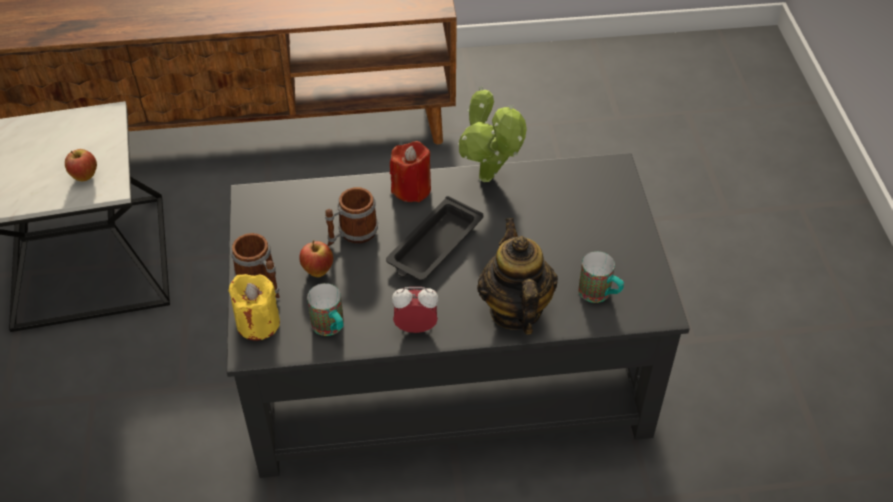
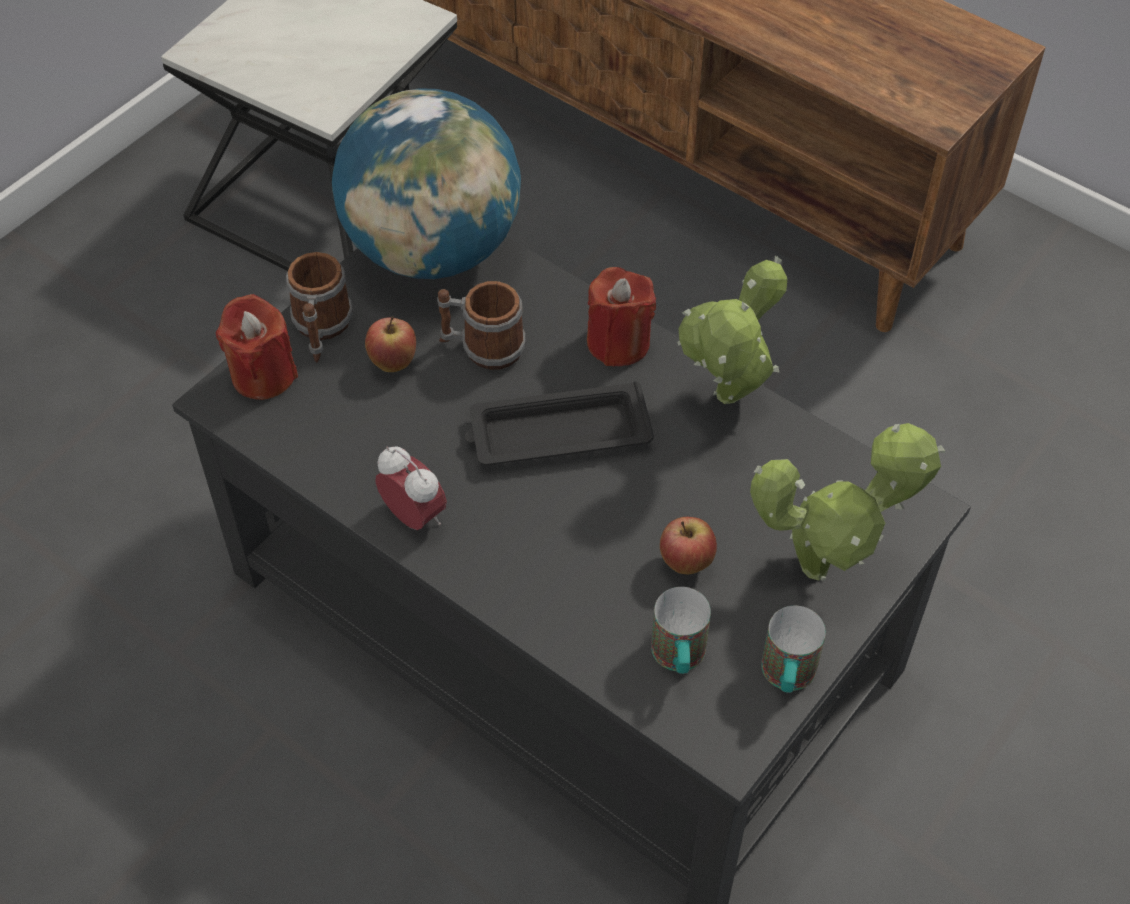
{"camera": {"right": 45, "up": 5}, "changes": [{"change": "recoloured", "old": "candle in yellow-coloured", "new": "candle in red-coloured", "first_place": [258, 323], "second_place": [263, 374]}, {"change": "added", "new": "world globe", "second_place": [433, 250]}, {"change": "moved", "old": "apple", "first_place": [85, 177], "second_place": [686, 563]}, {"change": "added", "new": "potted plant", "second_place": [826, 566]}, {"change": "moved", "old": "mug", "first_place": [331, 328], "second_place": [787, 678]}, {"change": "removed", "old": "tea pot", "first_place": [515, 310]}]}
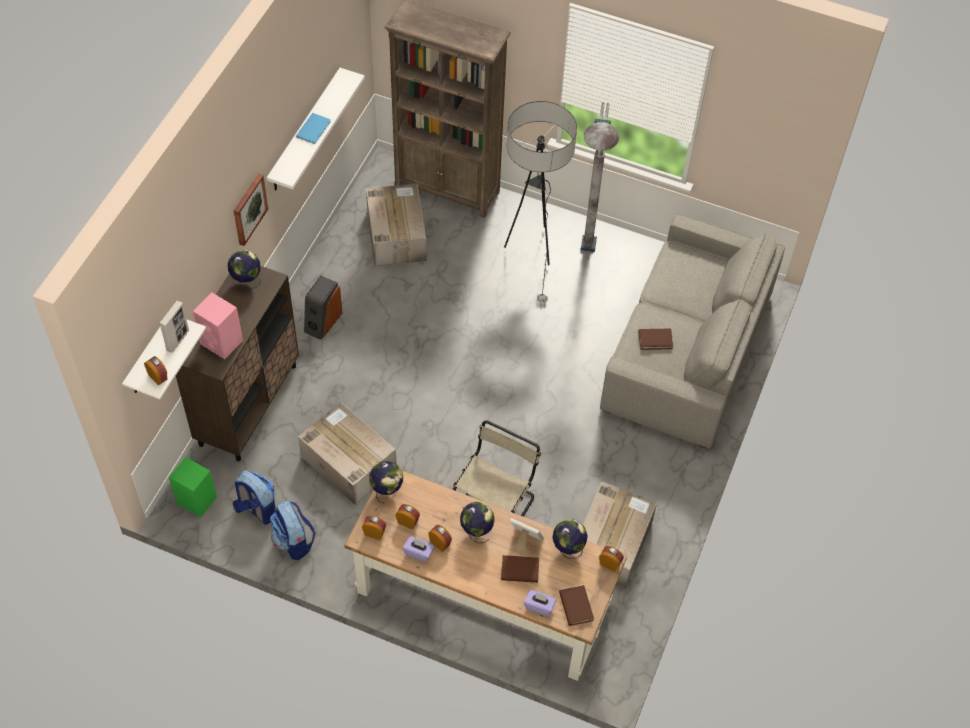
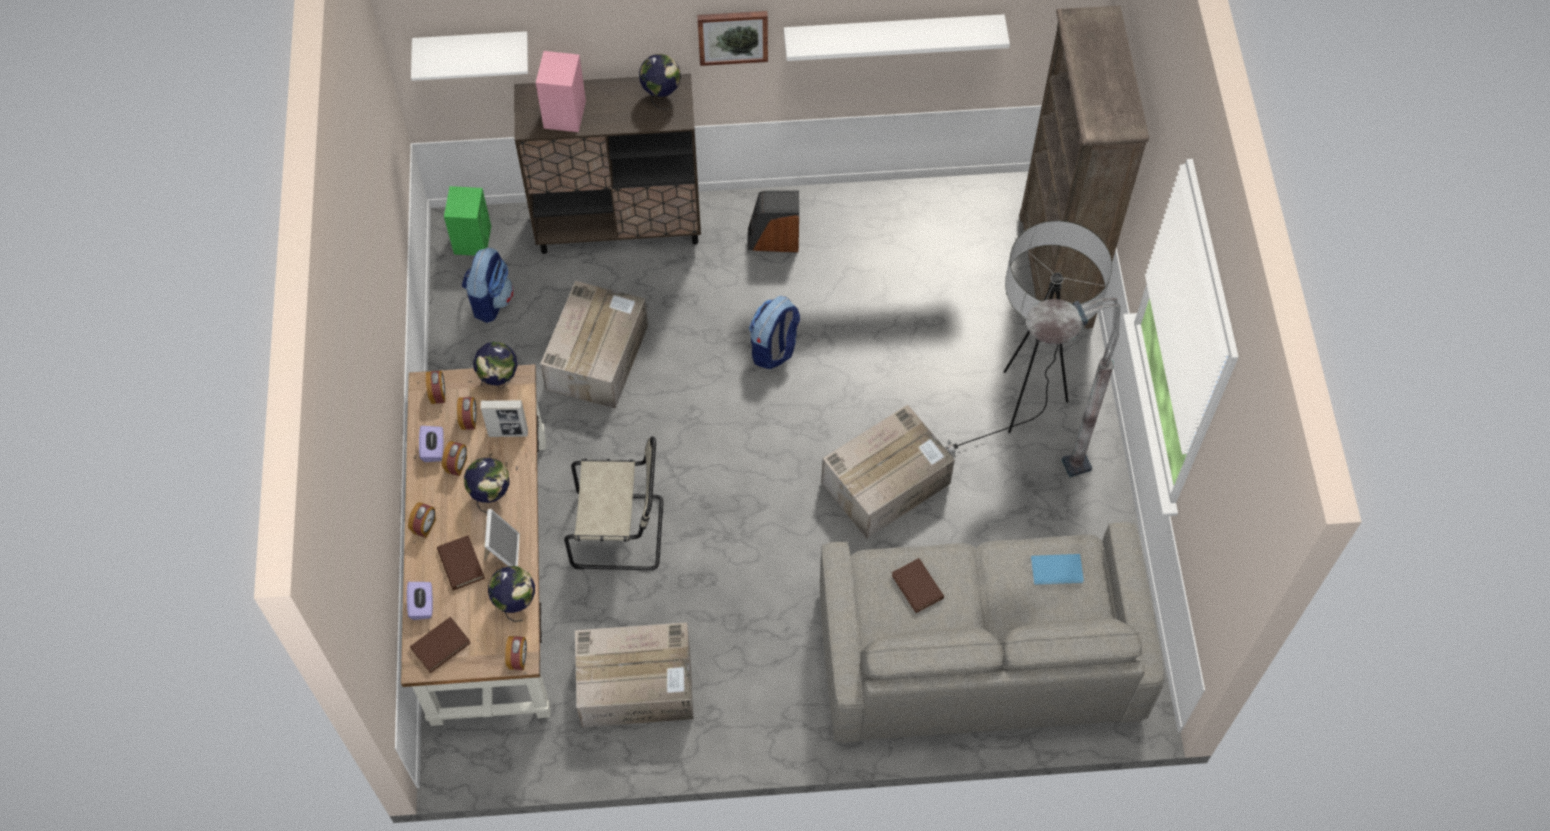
{"camera": {"right": 65, "up": 5}, "changes": [{"change": "moved", "old": "bedside clock", "first_place": [158, 376], "second_place": [425, 526]}, {"change": "moved", "old": "picture frame", "first_place": [178, 340], "second_place": [508, 433]}, {"change": "moved", "old": "rucksack", "first_place": [294, 541], "second_place": [774, 349]}, {"change": "moved", "old": "packing box", "first_place": [396, 235], "second_place": [887, 482]}, {"change": "moved", "old": "bound book in bluish", "first_place": [314, 128], "second_place": [1058, 571]}]}
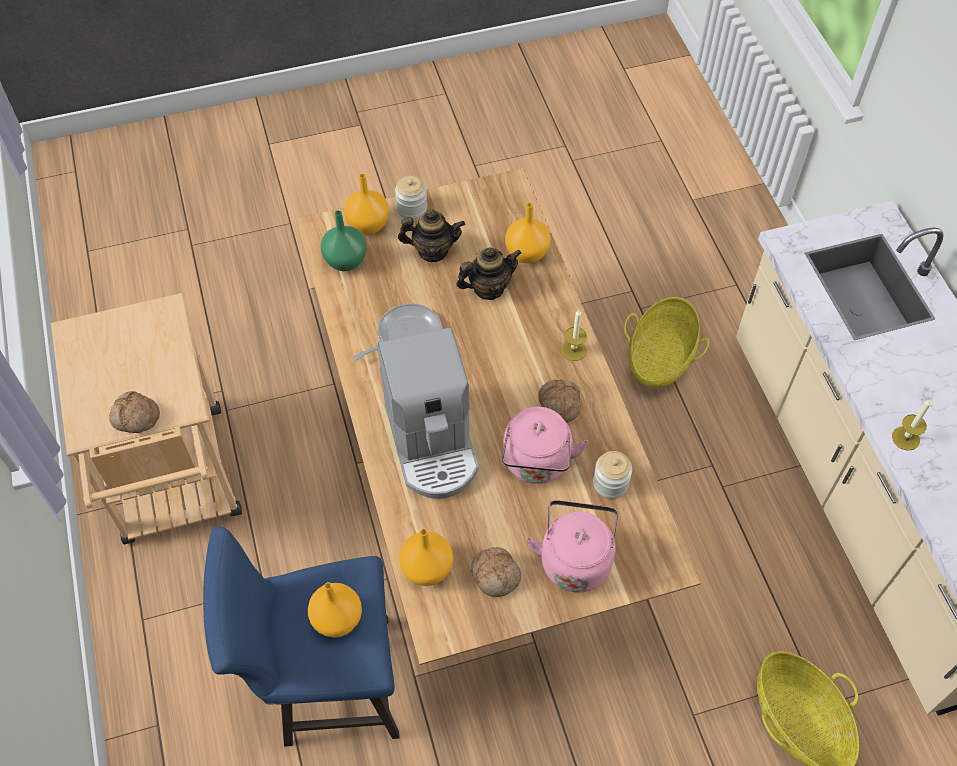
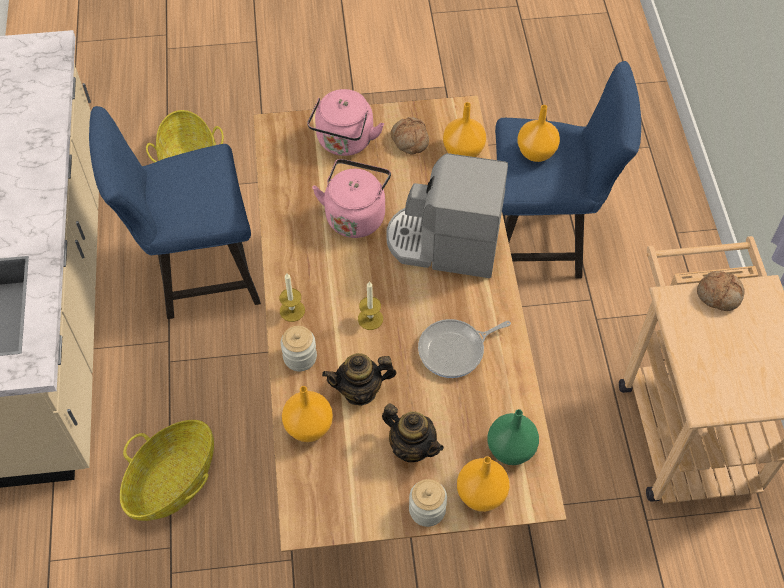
{"camera": {"right": -170, "up": 0}, "changes": [{"change": "added", "new": "stool in bluish", "second_place": [196, 274]}, {"change": "moved", "old": "jar", "first_place": [610, 483], "second_place": [300, 357]}, {"change": "moved", "old": "candle", "first_place": [905, 438], "second_place": [370, 319]}, {"change": "turned", "old": "tea pot", "first_place": [432, 251], "second_place": [412, 447], "degrees": -150}, {"change": "turned", "old": "coffee machine", "first_place": [432, 443], "second_place": [444, 244], "degrees": -75}, {"change": "removed", "old": "baked bread", "first_place": [558, 404]}]}
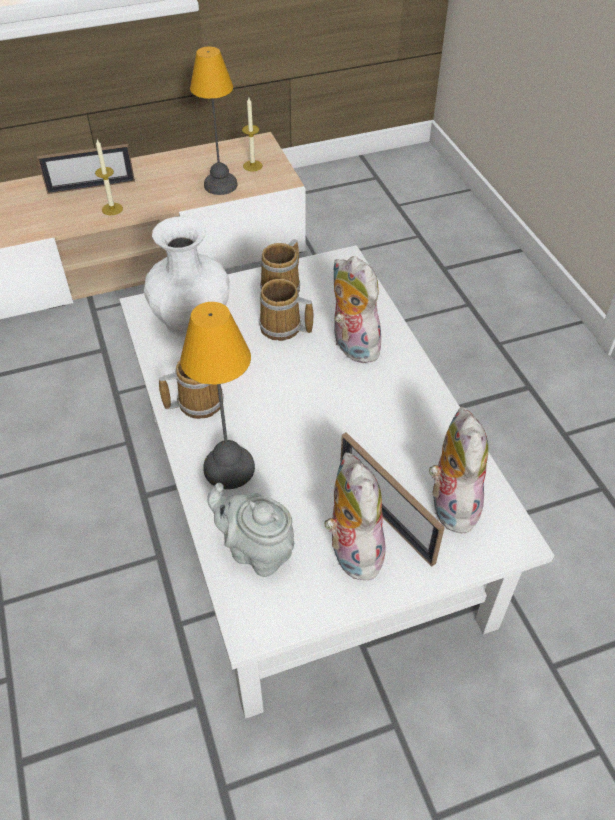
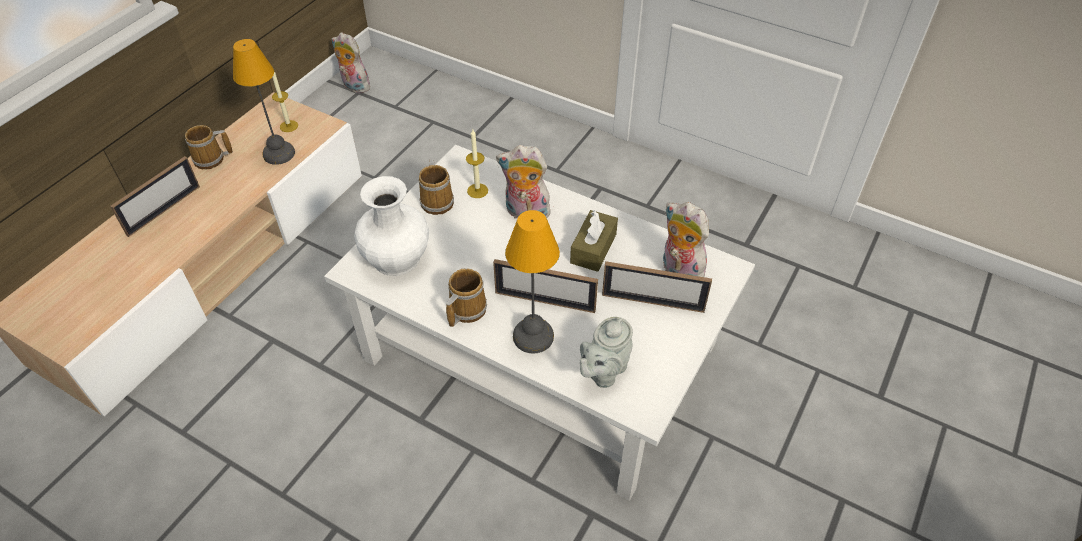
{"camera": {"right": -40, "up": 0}, "changes": [{"change": "moved", "old": "mug", "first_place": [283, 328], "second_place": [211, 160]}, {"change": "moved", "old": "soft toy", "first_place": [351, 550], "second_place": [354, 86]}, {"change": "moved", "old": "candle", "first_place": [112, 209], "second_place": [477, 191]}, {"change": "added", "new": "picture frame", "second_place": [545, 301]}, {"change": "added", "new": "box of tissues in brown-coloured", "second_place": [593, 248]}, {"change": "turned", "old": "tea pot in gray", "first_place": [256, 550], "second_place": [603, 371], "degrees": -45}]}
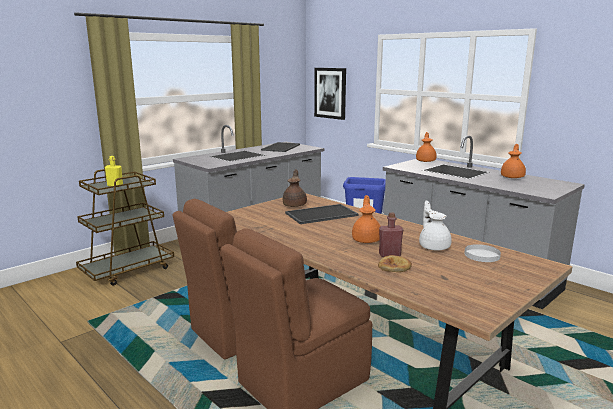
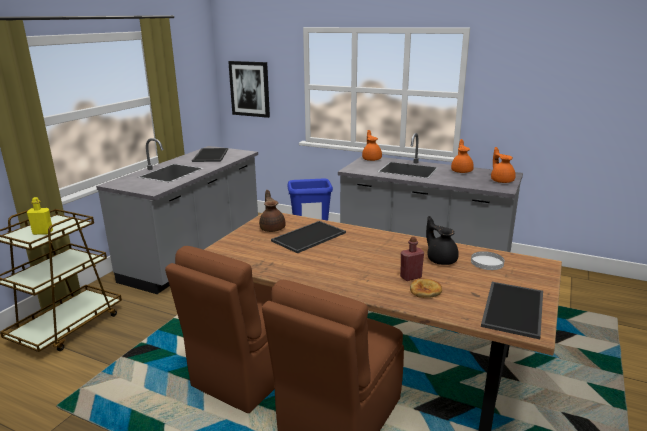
{"camera": {"right": -20, "up": 5}, "changes": [{"change": "recoloured", "old": "tea pot in white-coloured", "new": "tea pot in black", "first_place": [434, 246], "second_place": [441, 259]}, {"change": "added", "new": "tray", "second_place": [511, 308]}, {"change": "moved", "old": "tea pot in orangey", "first_place": [367, 239], "second_place": [501, 180]}]}
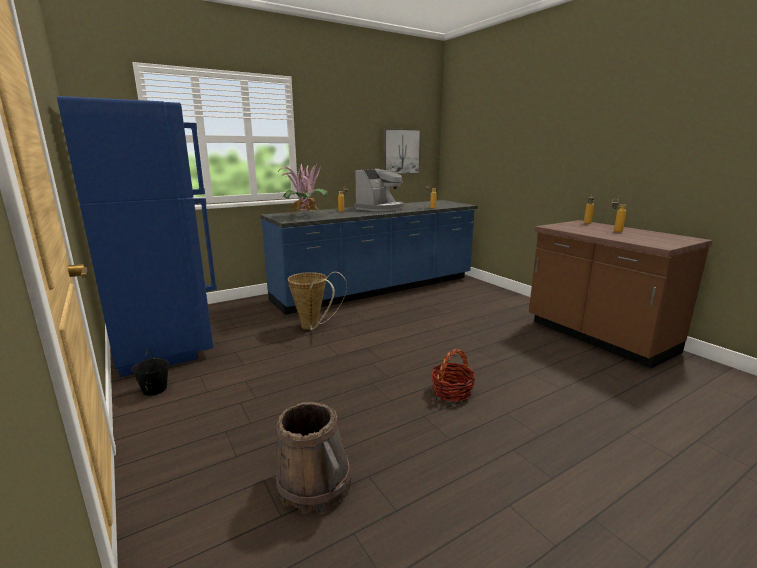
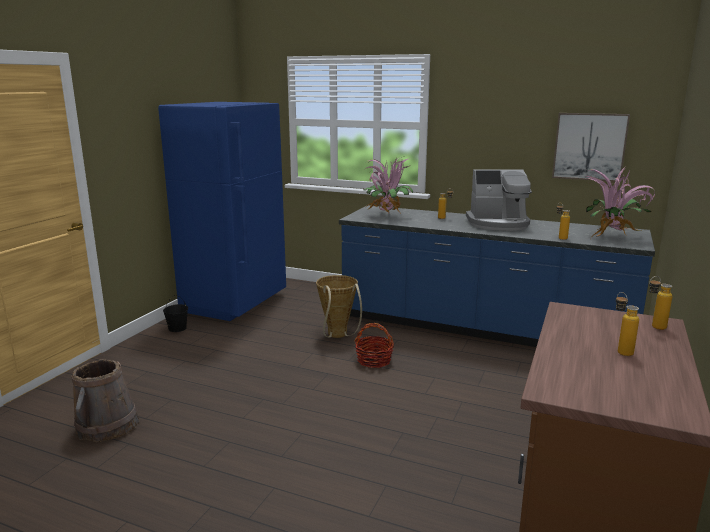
{"camera": {"right": 55, "up": 0}, "changes": [{"change": "moved", "old": "storage basket", "first_place": [452, 391], "second_place": [374, 360]}, {"change": "added", "new": "potted plant", "second_place": [613, 237]}]}
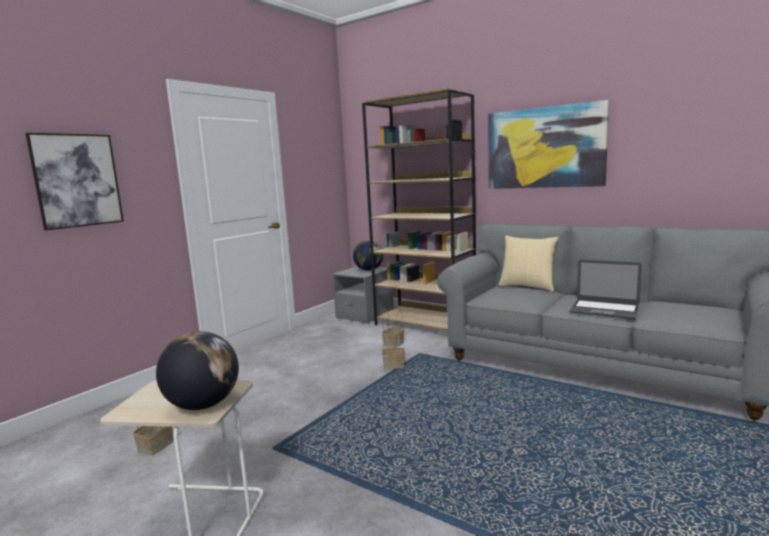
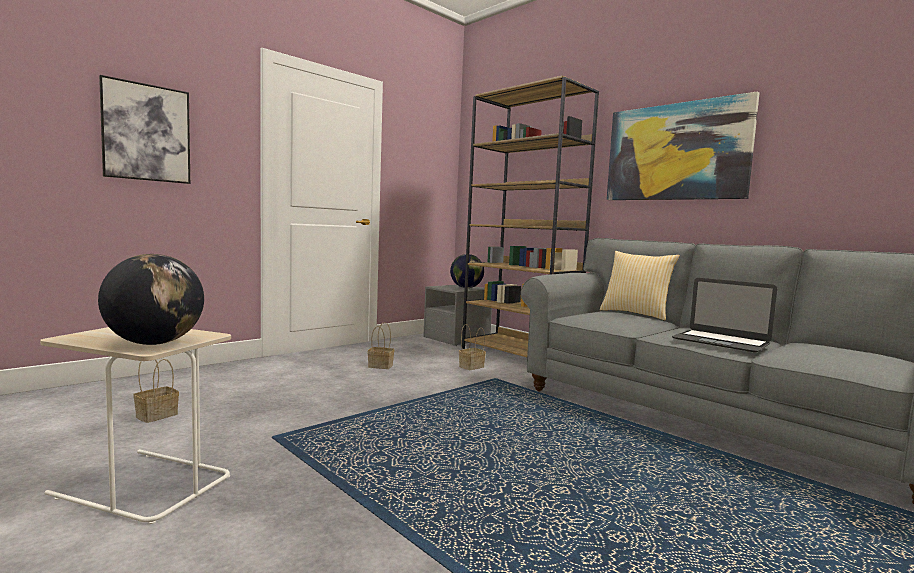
{"camera": {"right": 10, "up": -5}, "changes": [{"change": "moved", "old": "storage basket", "first_place": [393, 366], "second_place": [379, 366]}]}
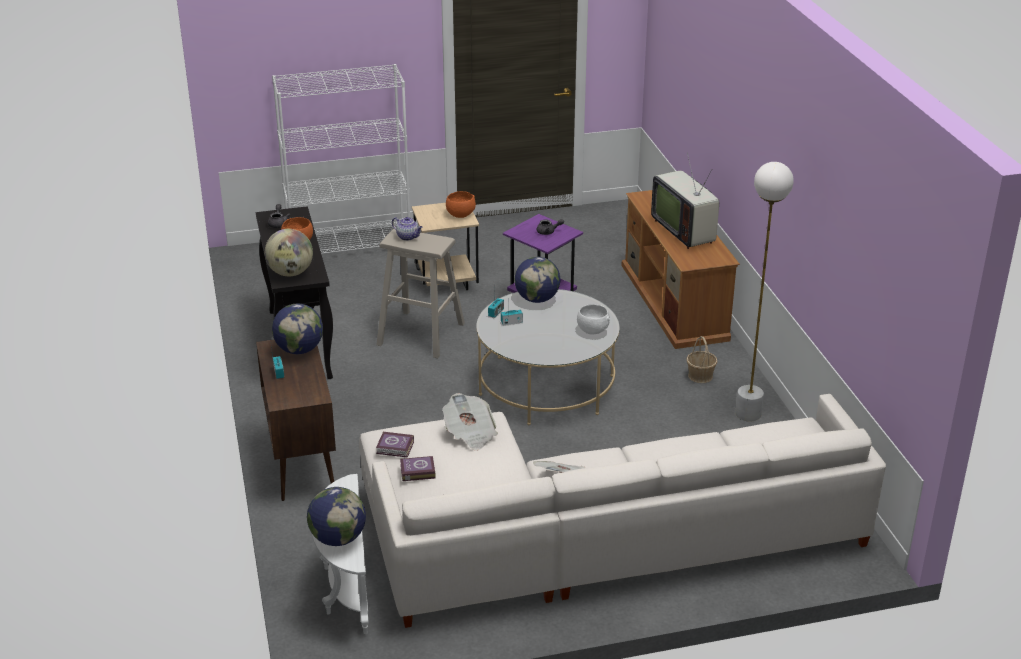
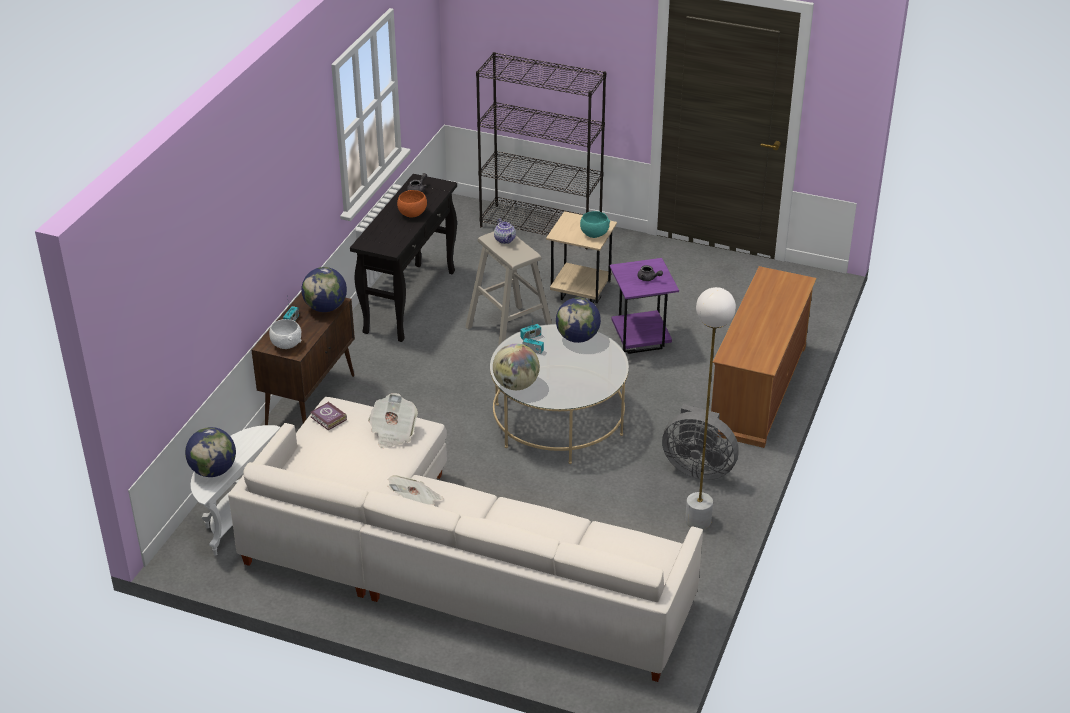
{"camera": {"right": 35, "up": 5}, "changes": [{"change": "moved", "old": "serving bowl in white-coloured", "first_place": [592, 330], "second_place": [286, 344]}, {"change": "recoloured", "old": "shelving unit in white-coloured", "new": "shelving unit in black", "first_place": [350, 245], "second_place": [541, 226]}, {"change": "moved", "old": "world globe", "first_place": [290, 273], "second_place": [516, 385]}, {"change": "recoloured", "old": "serving bowl in orangey", "new": "serving bowl in turquoise", "first_place": [460, 215], "second_place": [593, 234]}, {"change": "replaced", "old": "storage basket", "new": "cooling fan in gray", "first_place": [700, 376], "second_place": [698, 468]}, {"change": "removed", "old": "bound book", "first_place": [416, 471]}, {"change": "removed", "old": "TV set", "first_place": [685, 230]}]}
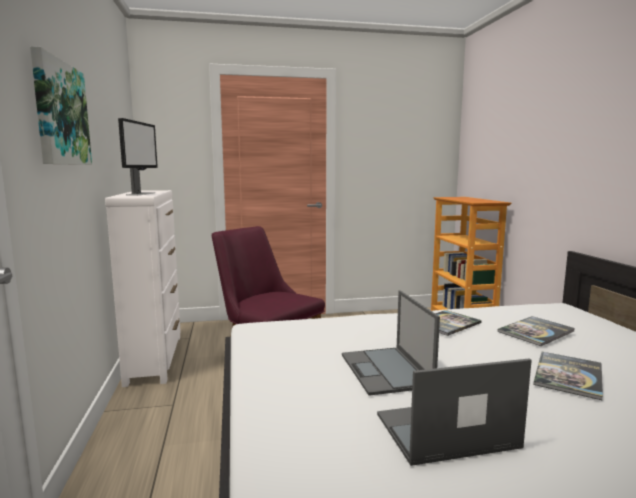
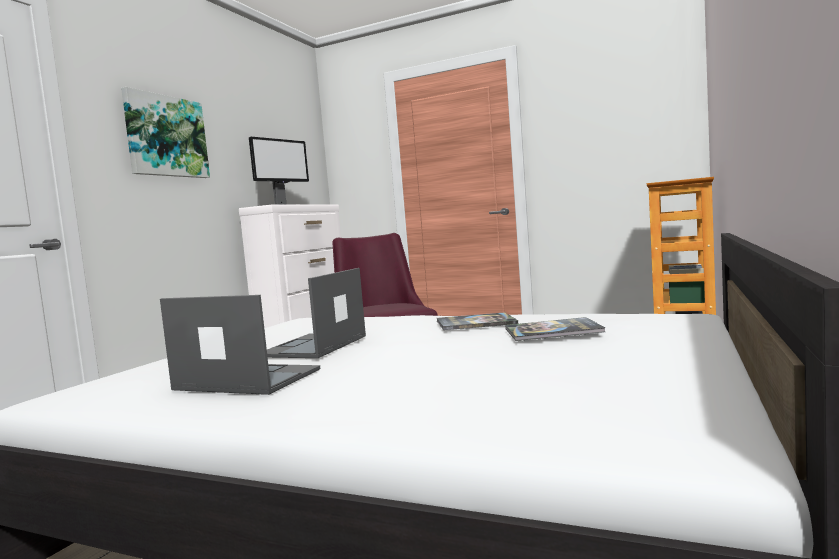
{"camera": {"right": 35, "up": -5}, "changes": [{"change": "removed", "old": "bound book", "first_place": [568, 375]}]}
